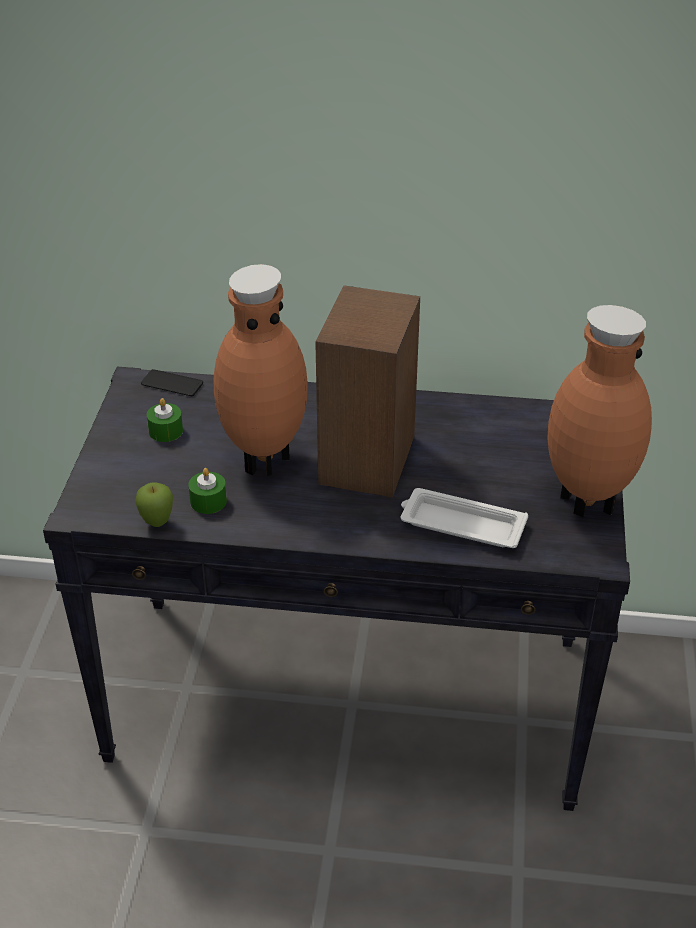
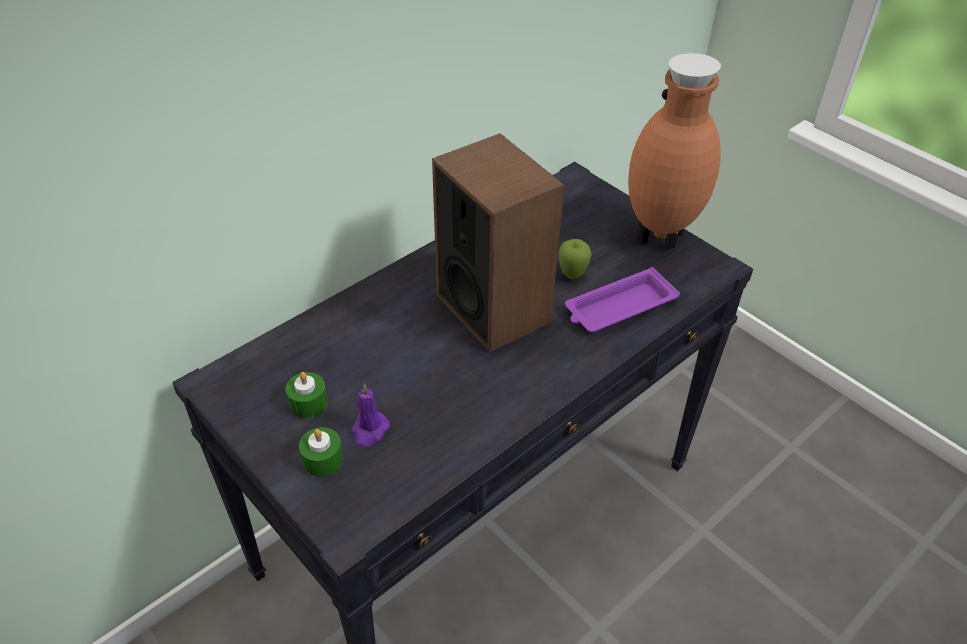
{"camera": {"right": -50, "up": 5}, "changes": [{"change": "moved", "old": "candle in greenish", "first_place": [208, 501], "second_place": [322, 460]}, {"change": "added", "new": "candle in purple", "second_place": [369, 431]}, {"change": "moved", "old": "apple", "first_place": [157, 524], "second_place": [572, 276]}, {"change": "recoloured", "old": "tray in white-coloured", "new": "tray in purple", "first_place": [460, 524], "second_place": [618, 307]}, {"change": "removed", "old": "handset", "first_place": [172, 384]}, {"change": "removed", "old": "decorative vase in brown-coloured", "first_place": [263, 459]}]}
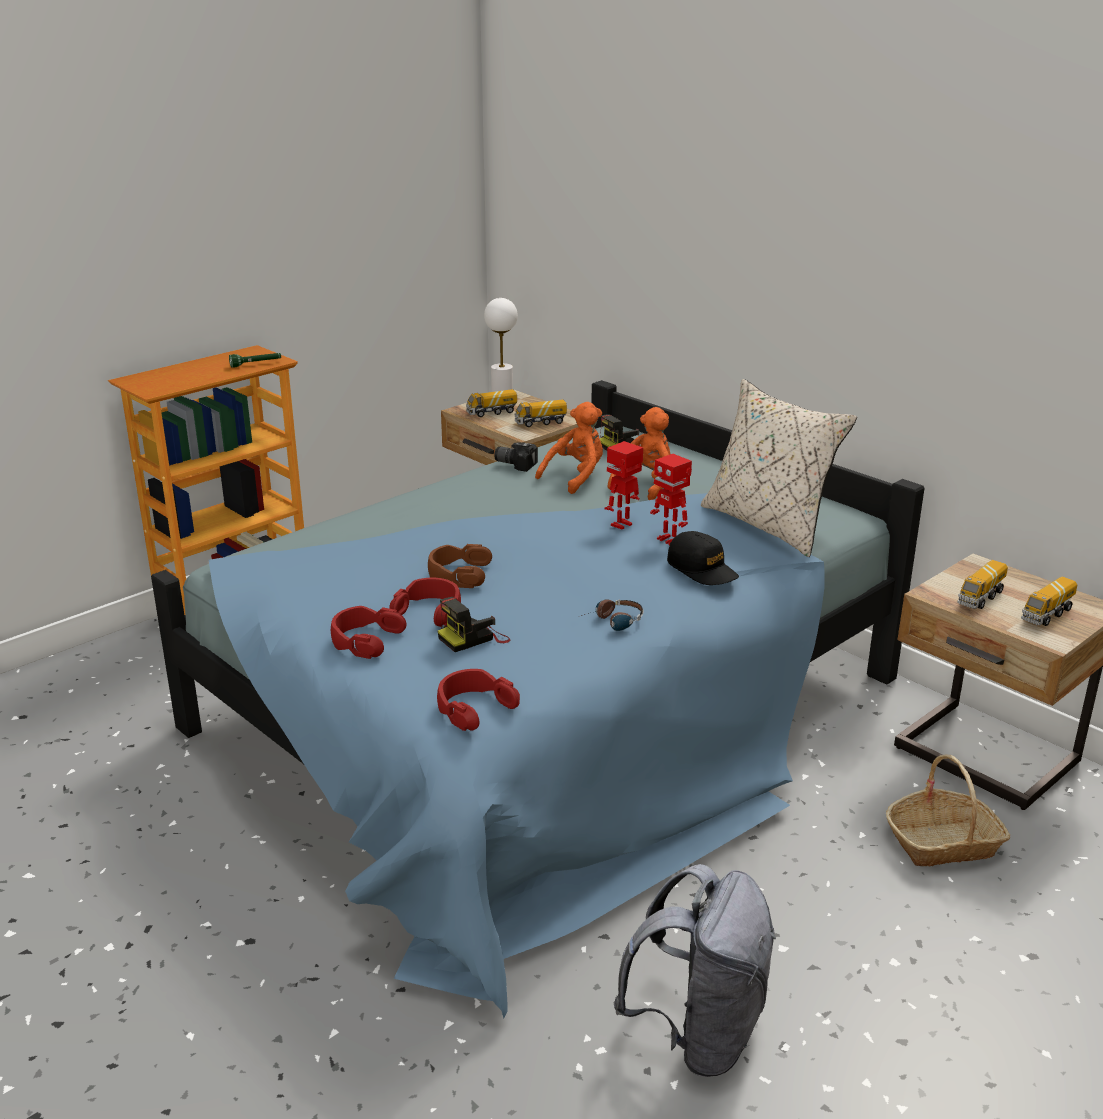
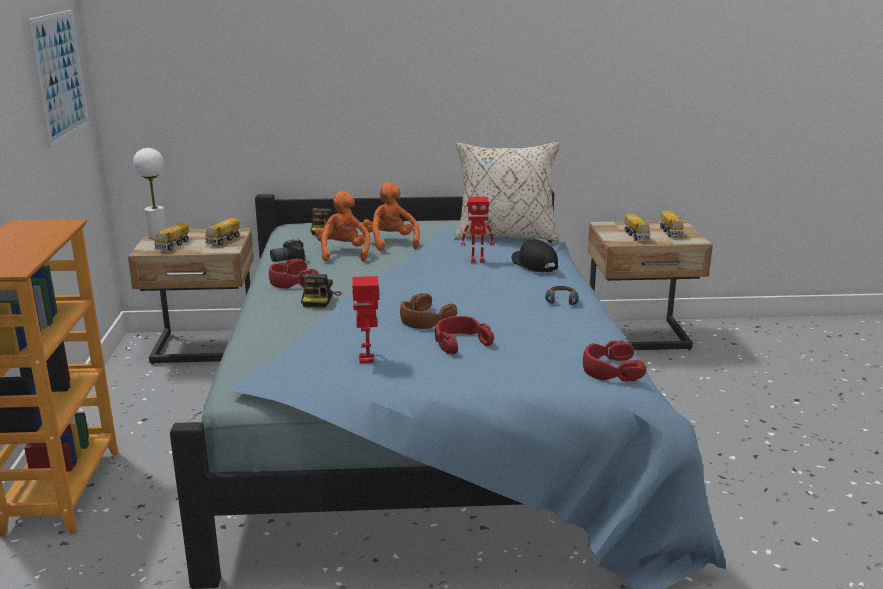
{"camera": {"right": -50, "up": -5}, "changes": [{"change": "added", "new": "wall picture", "second_place": [59, 76]}, {"change": "moved", "old": "headphones in red-coloured", "first_place": [365, 640], "second_place": [291, 280]}, {"change": "moved", "old": "still camera", "first_place": [473, 638], "second_place": [320, 299]}, {"change": "moved", "old": "toy robot", "first_place": [622, 525], "second_place": [367, 359]}, {"change": "turned", "old": "baseball cap in black", "first_place": [702, 569], "second_place": [534, 264], "degrees": -120}, {"change": "removed", "old": "flashlight in greenish", "first_place": [256, 364]}, {"change": "removed", "old": "rucksack in gray", "first_place": [698, 1034]}, {"change": "removed", "old": "storage basket", "first_place": [943, 843]}]}
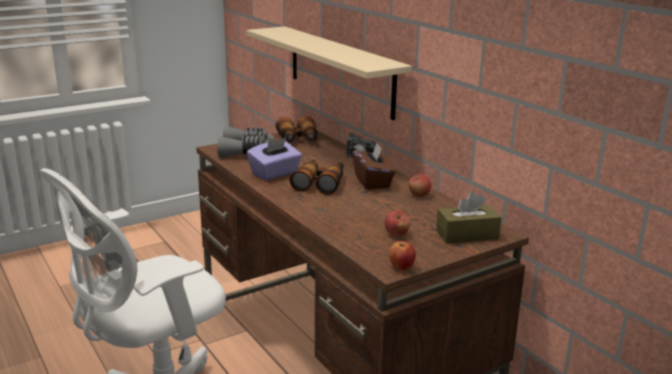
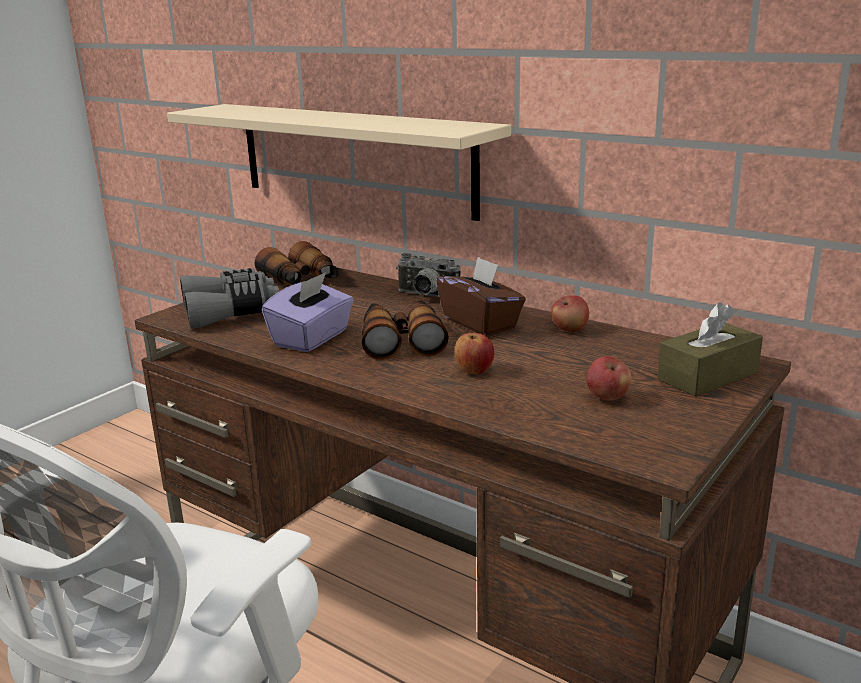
{"camera": {"right": -20, "up": 0}, "changes": [{"change": "moved", "old": "apple", "first_place": [401, 267], "second_place": [474, 371]}]}
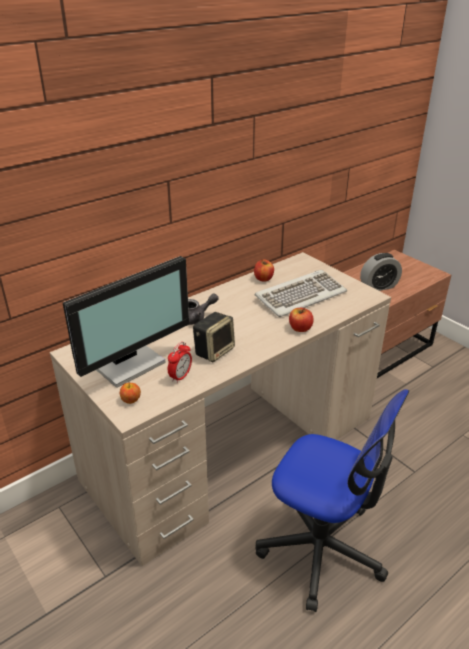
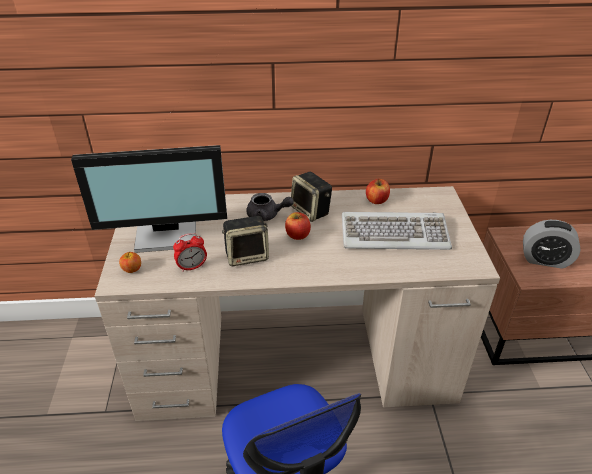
{"camera": {"right": 35, "up": 5}, "changes": [{"change": "moved", "old": "apple", "first_place": [300, 328], "second_place": [297, 235]}, {"change": "added", "new": "speaker", "second_place": [311, 211]}]}
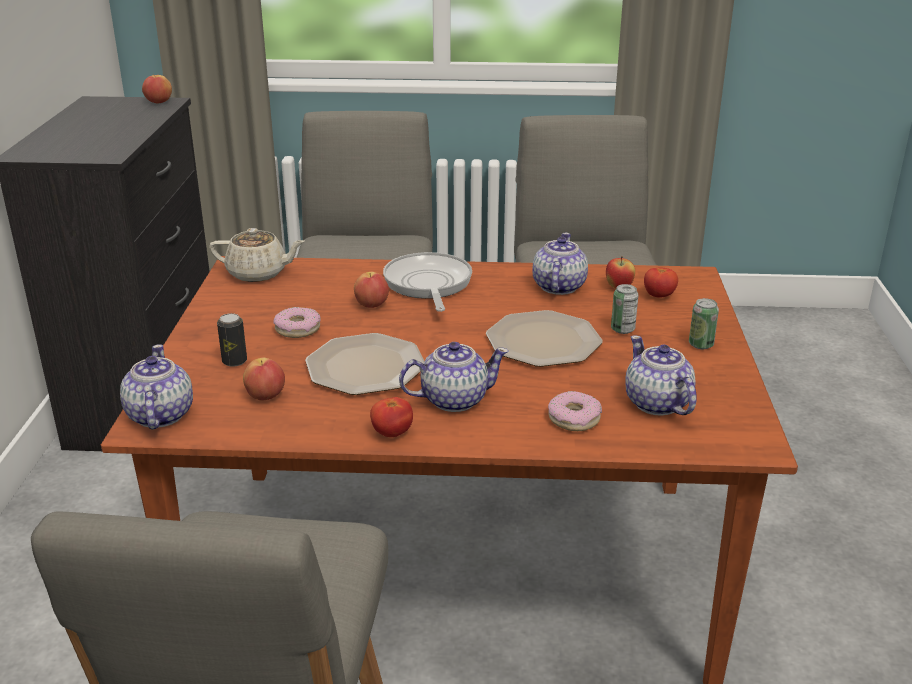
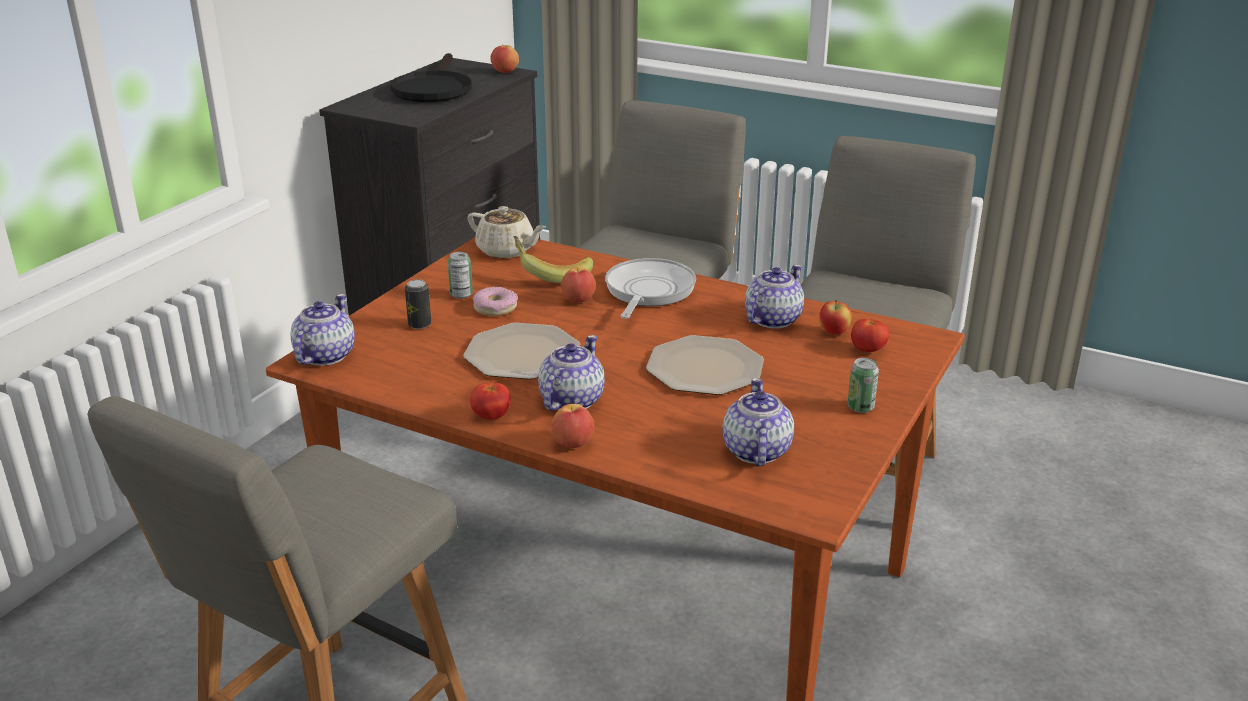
{"camera": {"right": 25, "up": 0}, "changes": [{"change": "added", "new": "skillet in black", "second_place": [433, 89]}, {"change": "moved", "old": "sealed can", "first_place": [622, 329], "second_place": [461, 294]}, {"change": "added", "new": "banana fruit", "second_place": [551, 274]}, {"change": "turned", "old": "tea pot", "first_place": [453, 399], "second_place": [570, 401], "degrees": -75}, {"change": "moved", "old": "apple", "first_place": [265, 396], "second_place": [573, 443]}, {"change": "removed", "old": "doughnut", "first_place": [574, 419]}]}
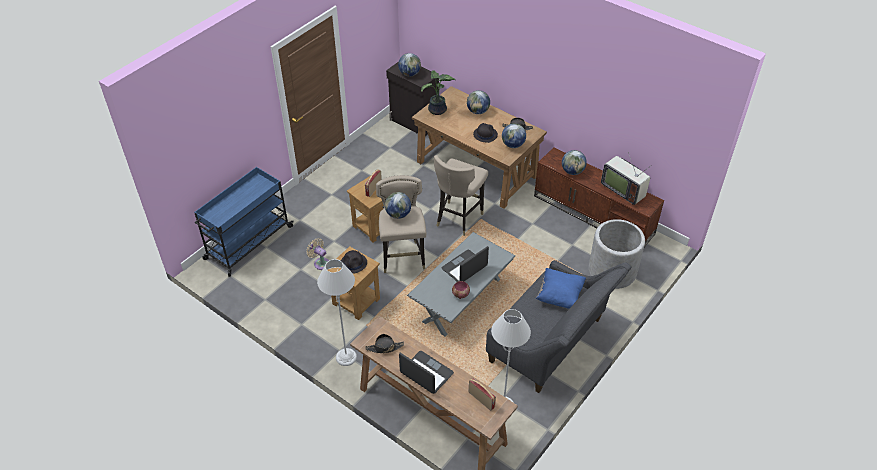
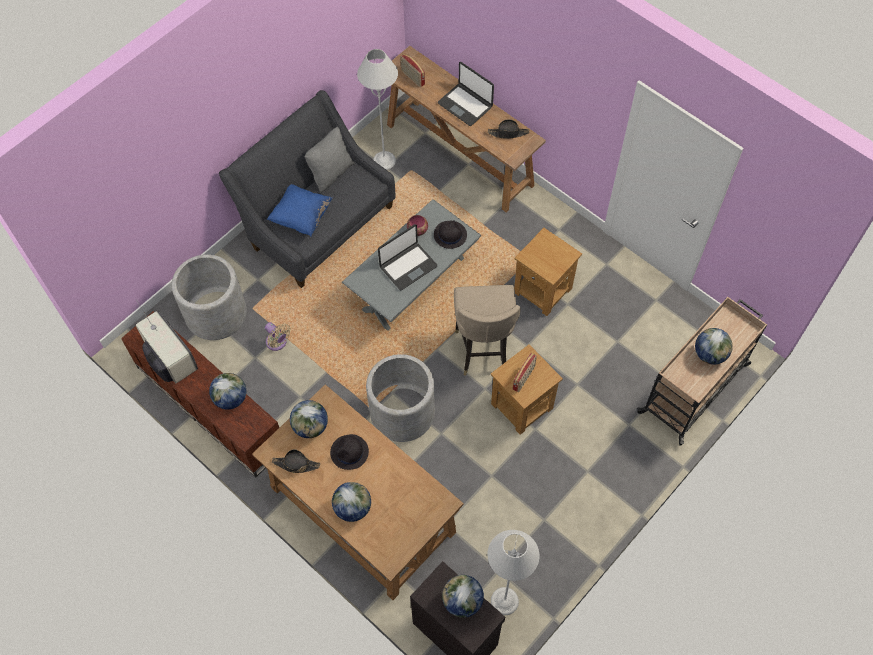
{"camera": {"right": -175, "up": 15}, "changes": [{"change": "moved", "old": "cooling fan in beige-coloured", "first_place": [320, 263], "second_place": [277, 343]}, {"change": "added", "new": "cushion in gray", "second_place": [331, 173]}, {"change": "replaced", "old": "stool in beige-coloured", "new": "flower pot in gray", "first_place": [458, 218], "second_place": [402, 412]}, {"change": "moved", "old": "clothing hat in black", "first_place": [353, 263], "second_place": [450, 235]}, {"change": "moved", "old": "floor lamp in gray", "first_place": [346, 357], "second_place": [504, 601]}, {"change": "recoloured", "old": "wheeled cart in bluish", "new": "wheeled cart in beige-coloured", "first_place": [248, 243], "second_place": [695, 387]}, {"change": "moved", "old": "world globe", "first_place": [398, 214], "second_place": [709, 354]}, {"change": "removed", "old": "potted plant", "first_place": [437, 111]}]}
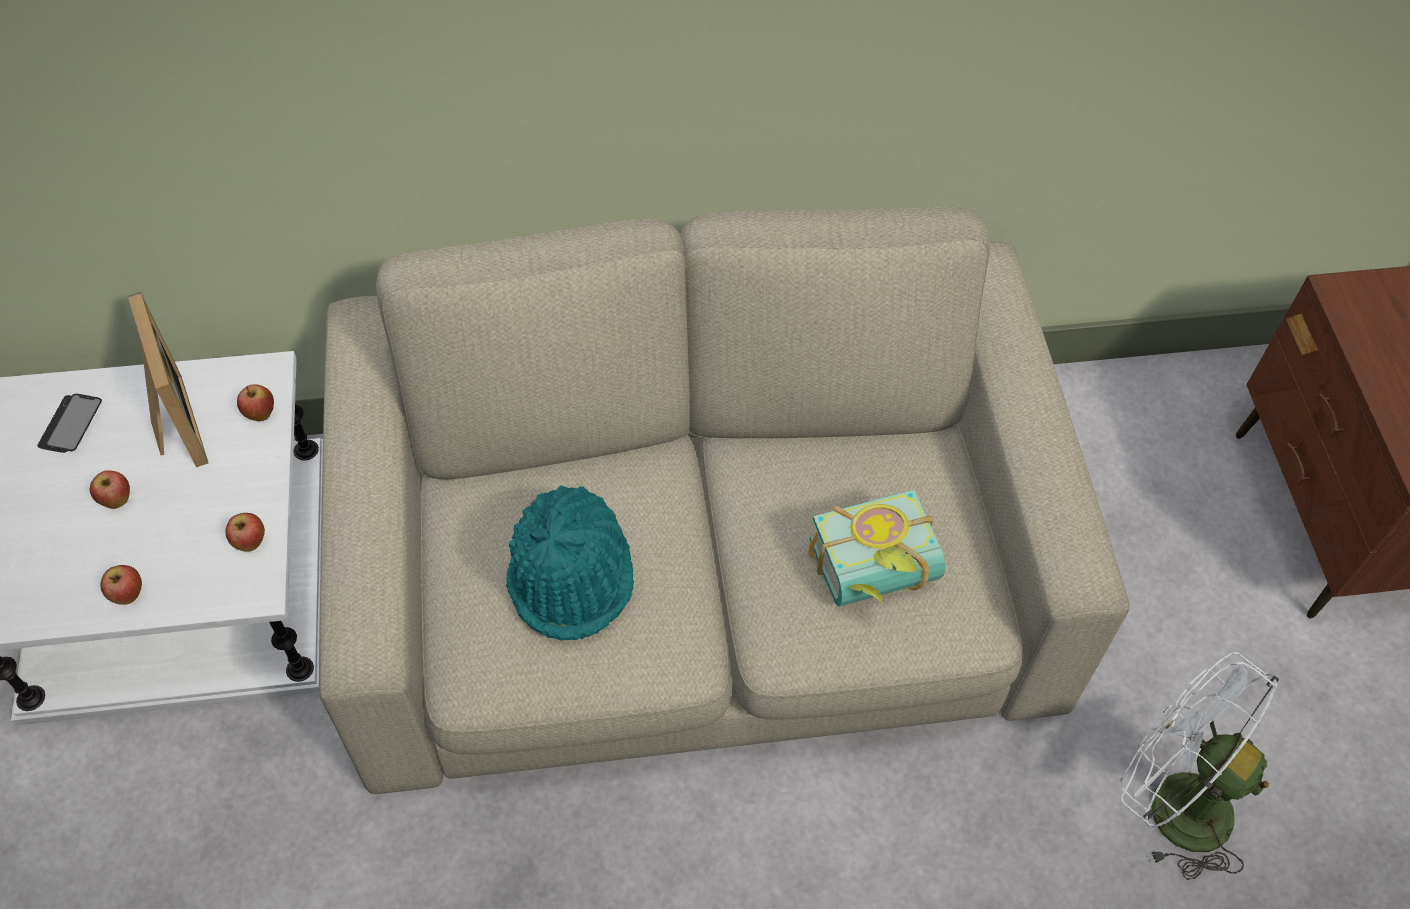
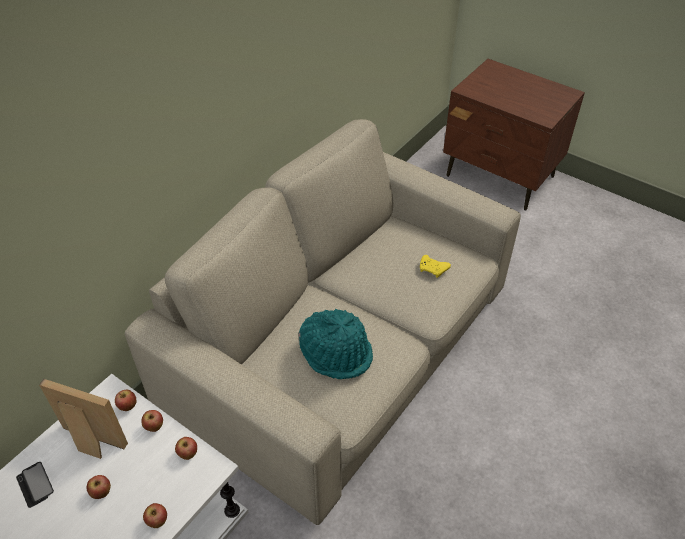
{"camera": {"right": -45, "up": -10}, "changes": [{"change": "added", "new": "apple", "second_place": [154, 427]}, {"change": "replaced", "old": "bound book", "new": "gamepad in yellow-coloured", "first_place": [877, 577], "second_place": [433, 269]}, {"change": "removed", "old": "cooling fan in white-coloured", "first_place": [1171, 803]}]}
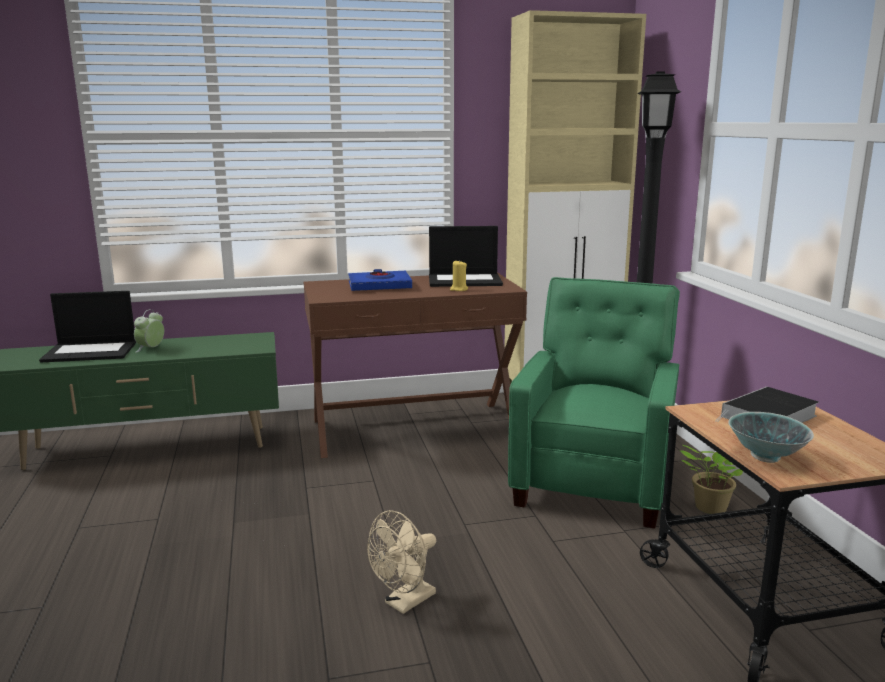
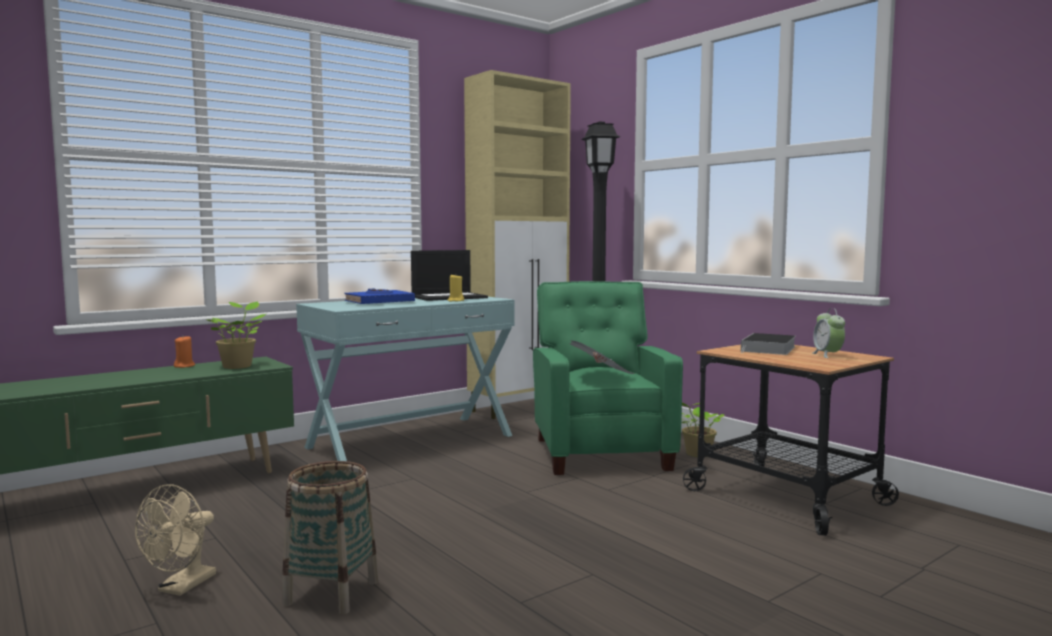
{"camera": {"right": -25, "up": -10}, "changes": [{"change": "moved", "old": "cooling fan in beige-coloured", "first_place": [405, 603], "second_place": [181, 587]}, {"change": "added", "new": "candle in orangey", "second_place": [184, 366]}, {"change": "added", "new": "potted plant", "second_place": [238, 366]}, {"change": "added", "new": "storage basket", "second_place": [331, 592]}, {"change": "recoloured", "old": "narrow table in brown-coloured", "new": "narrow table in turquoise", "first_place": [413, 428], "second_place": [411, 441]}, {"change": "added", "new": "printed paper", "second_place": [601, 375]}, {"change": "moved", "old": "bedside clock", "first_place": [151, 349], "second_place": [827, 355]}, {"change": "removed", "old": "notebook computer", "first_place": [91, 351]}, {"change": "removed", "old": "serving bowl", "first_place": [765, 457]}]}
